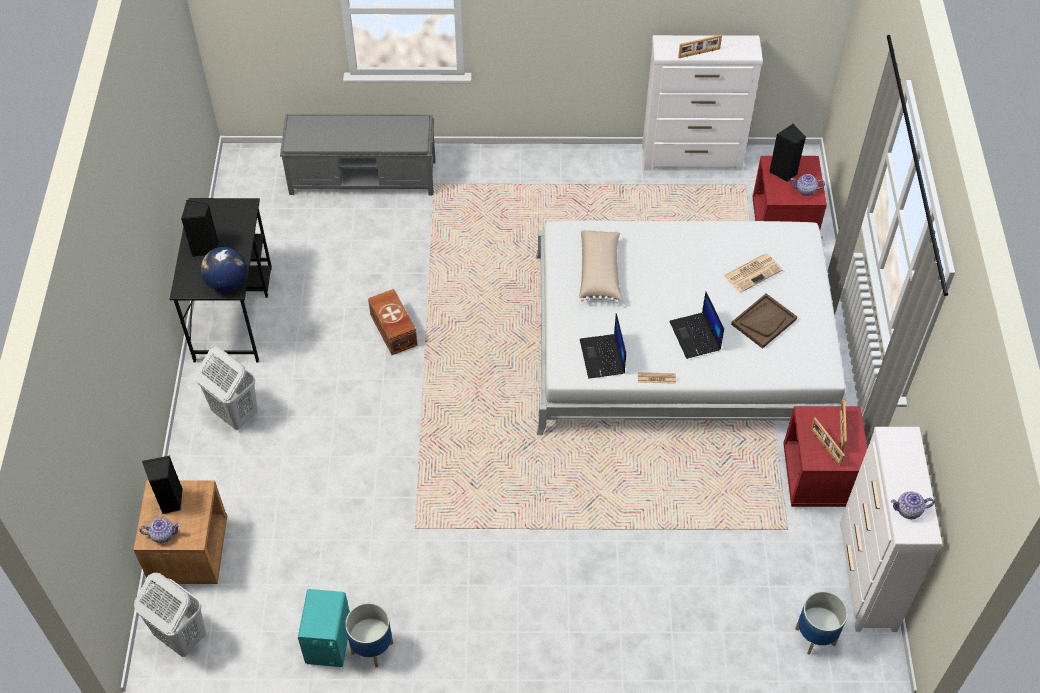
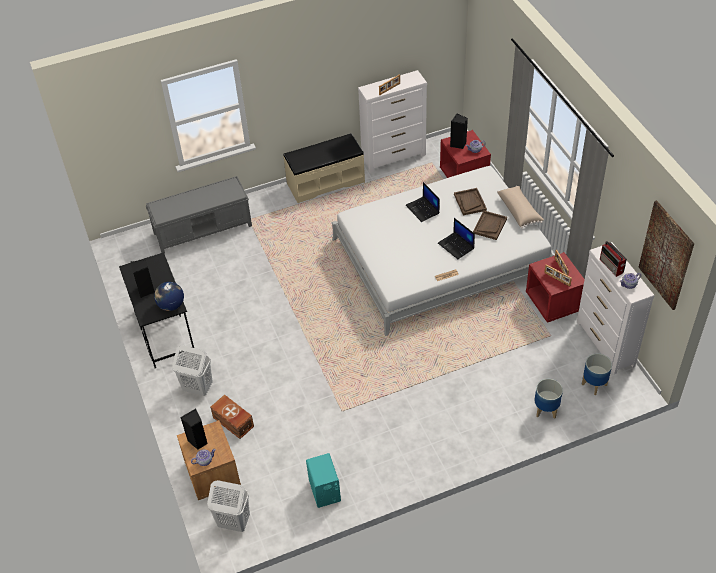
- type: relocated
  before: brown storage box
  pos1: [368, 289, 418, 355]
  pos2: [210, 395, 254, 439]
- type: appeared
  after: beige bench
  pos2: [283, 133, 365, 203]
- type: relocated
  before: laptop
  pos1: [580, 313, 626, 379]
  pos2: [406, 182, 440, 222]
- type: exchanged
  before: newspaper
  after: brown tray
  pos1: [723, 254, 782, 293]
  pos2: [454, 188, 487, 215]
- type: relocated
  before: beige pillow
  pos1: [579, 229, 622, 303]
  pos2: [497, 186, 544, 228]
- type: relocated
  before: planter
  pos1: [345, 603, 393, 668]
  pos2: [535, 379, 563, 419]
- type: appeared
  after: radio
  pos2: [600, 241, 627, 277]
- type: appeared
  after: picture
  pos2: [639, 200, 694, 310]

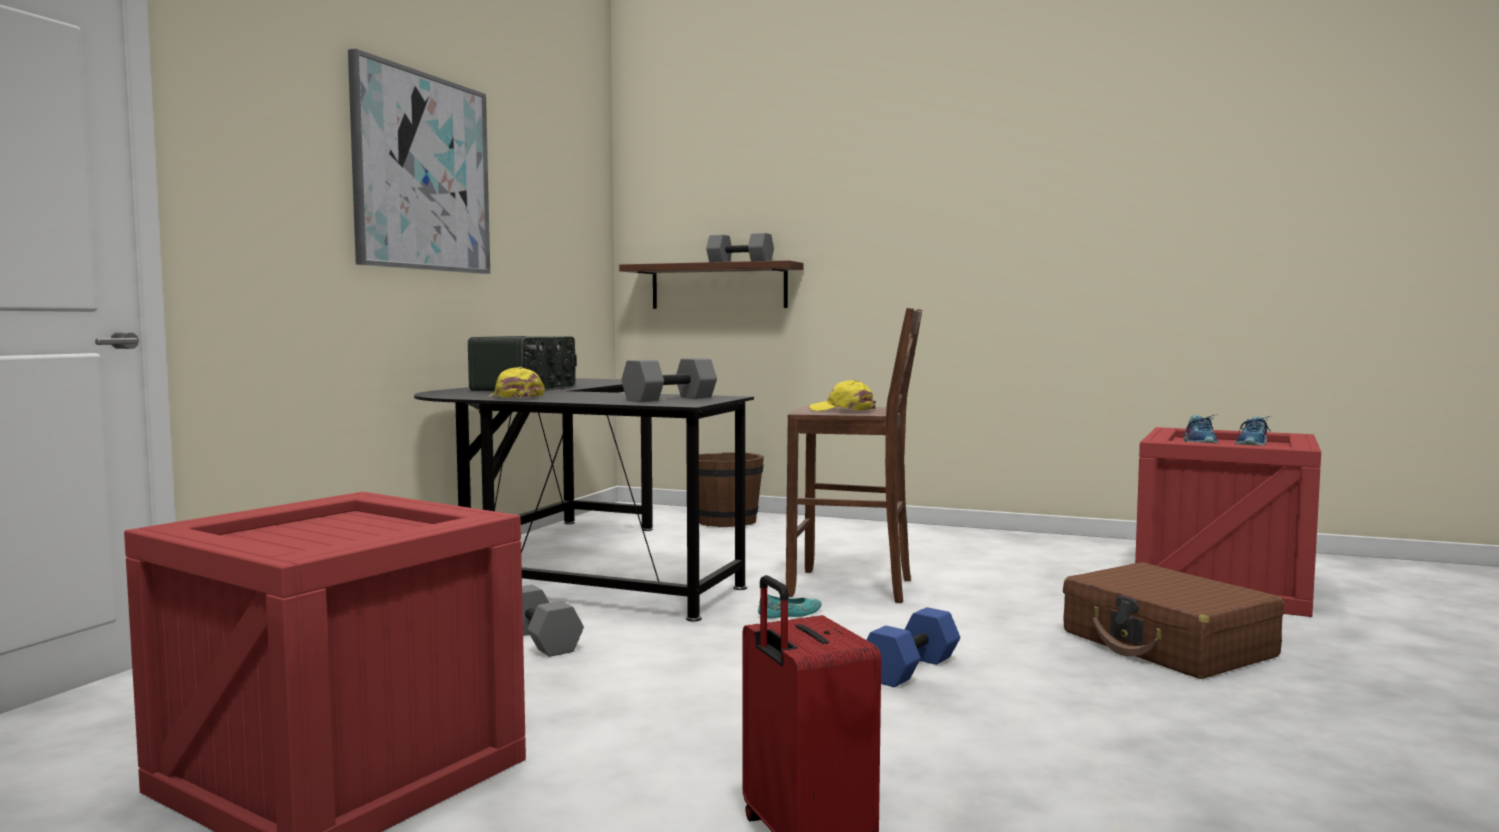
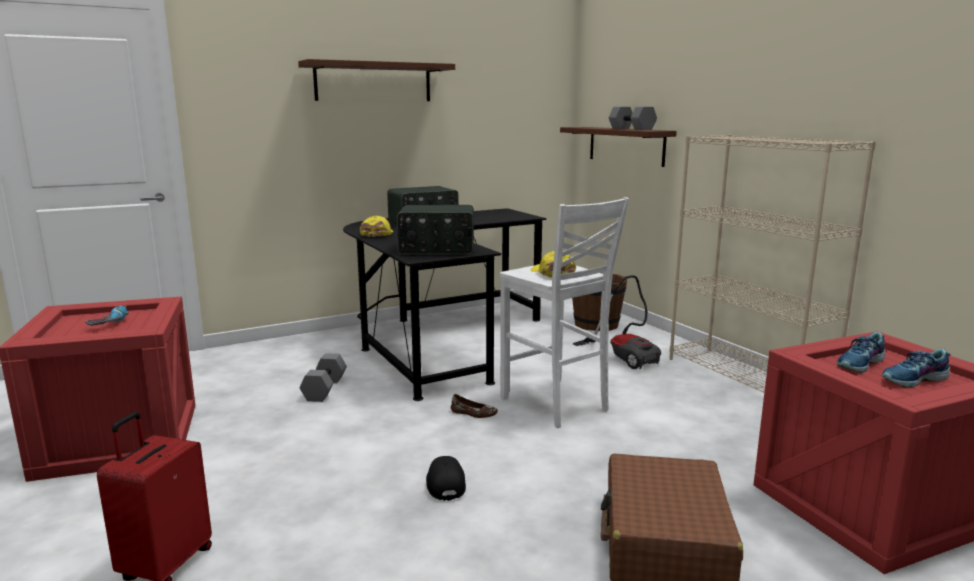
- type: appeared
  after: power drill
  pos2: [85, 306, 129, 326]
- type: exchanged
  before: picture
  after: brown shelf
  pos1: [348, 49, 490, 274]
  pos2: [298, 59, 455, 101]
- type: exchanged
  before: grey dumbbell
  after: radio
  pos1: [621, 358, 717, 402]
  pos2: [397, 205, 474, 255]
- type: exchanged
  before: blue dumbbell
  after: black cap
  pos1: [866, 607, 960, 687]
  pos2: [426, 456, 466, 501]
- type: colour
  before: turquoise shoe
  after: brown shoe
  pos1: [758, 594, 822, 618]
  pos2: [451, 394, 498, 418]
- type: colour
  before: brown stool
  after: white stool
  pos1: [786, 308, 922, 603]
  pos2: [500, 197, 630, 428]
- type: appeared
  after: vacuum cleaner
  pos2: [573, 275, 661, 369]
- type: appeared
  after: beige bookcase
  pos2: [669, 135, 876, 392]

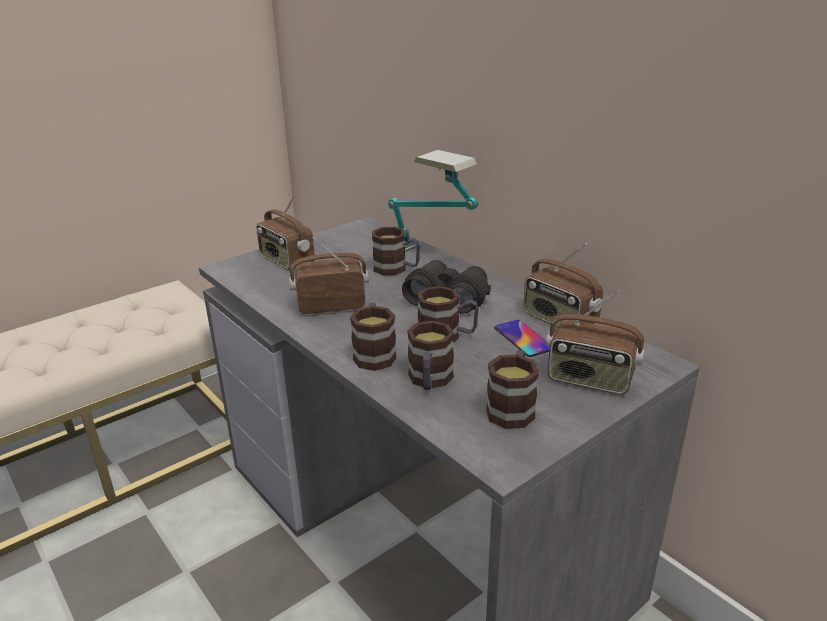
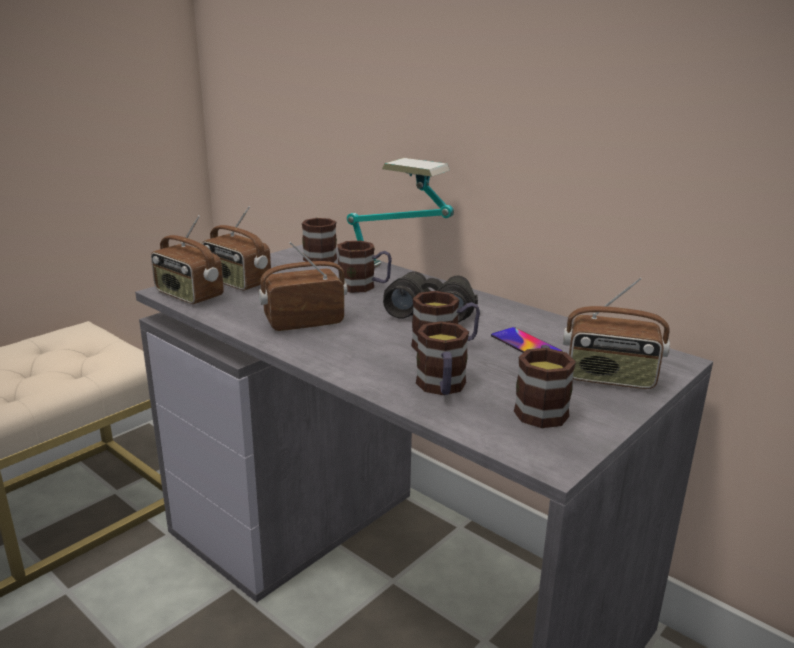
- type: relocated
  before: radio
  pos1: [523, 243, 603, 327]
  pos2: [151, 215, 224, 304]
- type: relocated
  before: mug
  pos1: [350, 302, 397, 371]
  pos2: [302, 218, 337, 263]

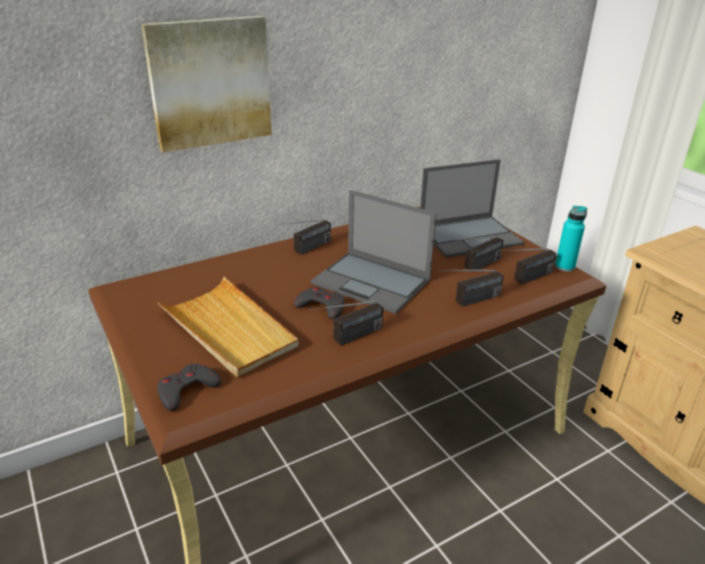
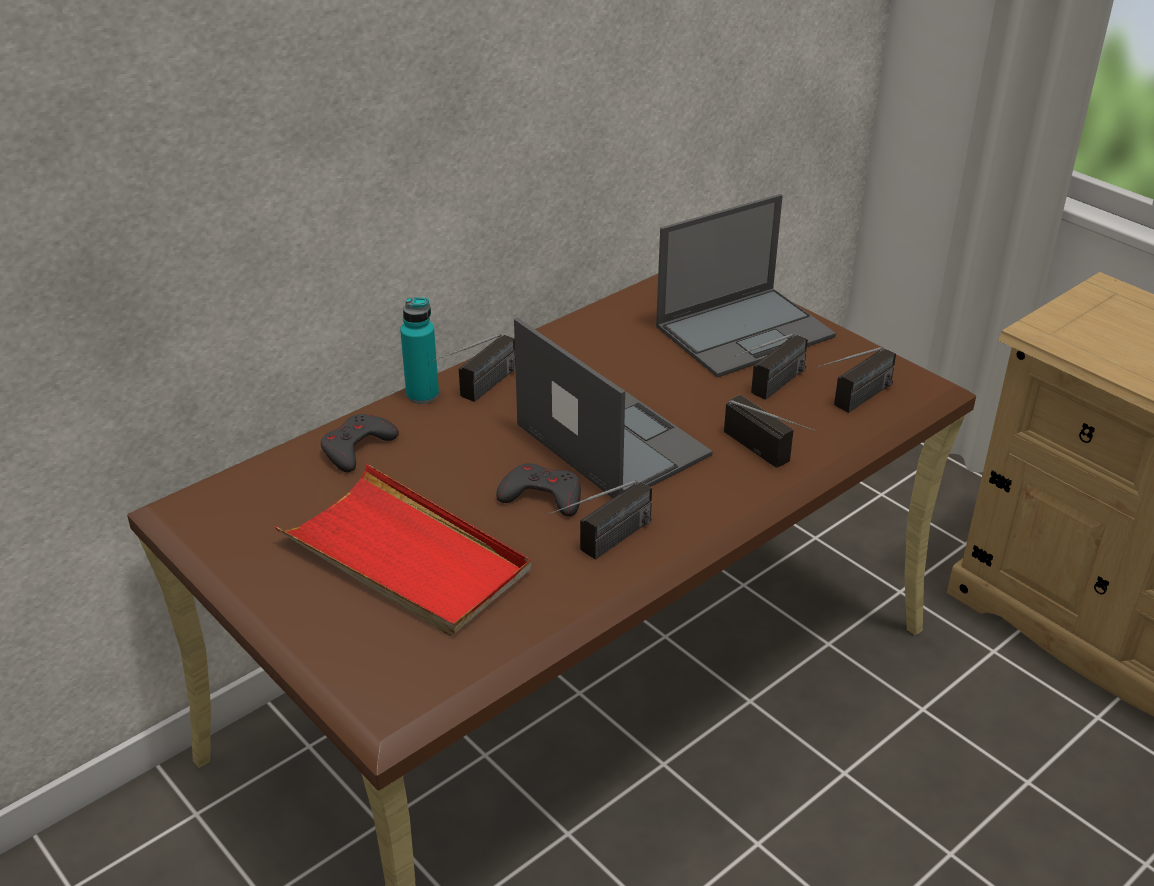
- type: colour
  before: beige tray
  after: red tray
  pos1: [157, 277, 299, 377]
  pos2: [275, 464, 531, 636]
- type: relocated
  before: grey game controller
  pos1: [157, 364, 221, 411]
  pos2: [321, 414, 399, 472]
- type: relocated
  before: turquoise bottle
  pos1: [555, 206, 587, 272]
  pos2: [400, 297, 439, 404]
- type: spun
  before: laptop
  pos1: [310, 190, 437, 314]
  pos2: [514, 317, 713, 498]
  turn: -150
- type: spun
  before: radio
  pos1: [438, 270, 504, 307]
  pos2: [724, 395, 816, 468]
  turn: -90
- type: missing
  before: picture
  pos1: [141, 15, 272, 152]

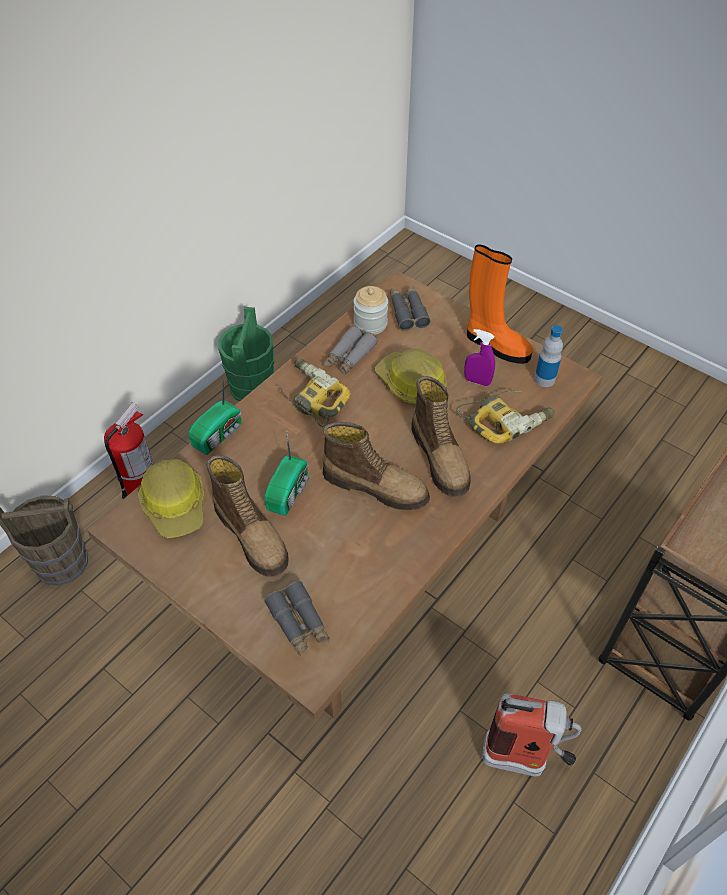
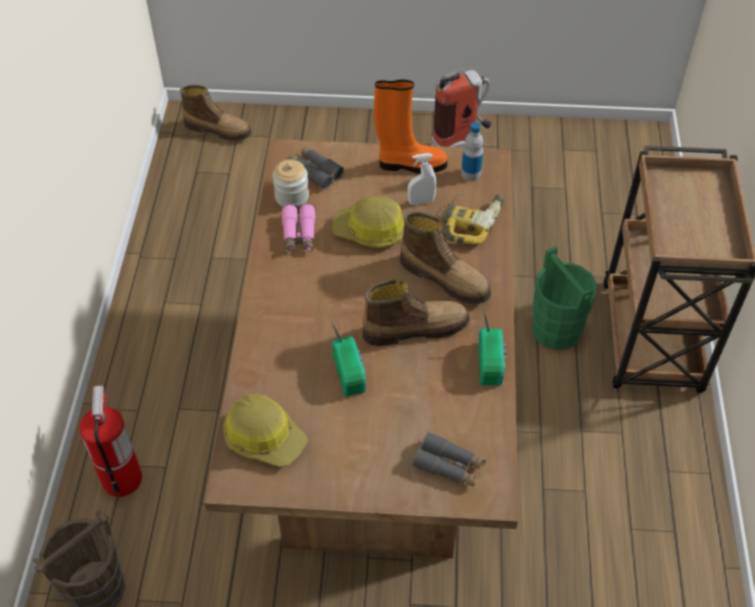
- type: relocated
  before: boot
  pos1: [207, 455, 288, 577]
  pos2: [180, 85, 252, 141]
- type: colour
  before: grey binoculars
  after: pink binoculars
  pos1: [323, 326, 377, 375]
  pos2: [282, 204, 316, 252]
- type: colour
  before: purple spray bottle
  after: white spray bottle
  pos1: [464, 329, 495, 386]
  pos2: [408, 153, 436, 205]
- type: relocated
  before: fire extinguisher
  pos1: [482, 693, 582, 776]
  pos2: [431, 68, 492, 147]
- type: relocated
  before: radio
  pos1: [188, 375, 242, 455]
  pos2: [479, 304, 506, 386]
- type: relocated
  before: green bucket
  pos1: [218, 307, 274, 401]
  pos2: [531, 246, 597, 350]
- type: missing
  before: power drill
  pos1: [278, 358, 351, 427]

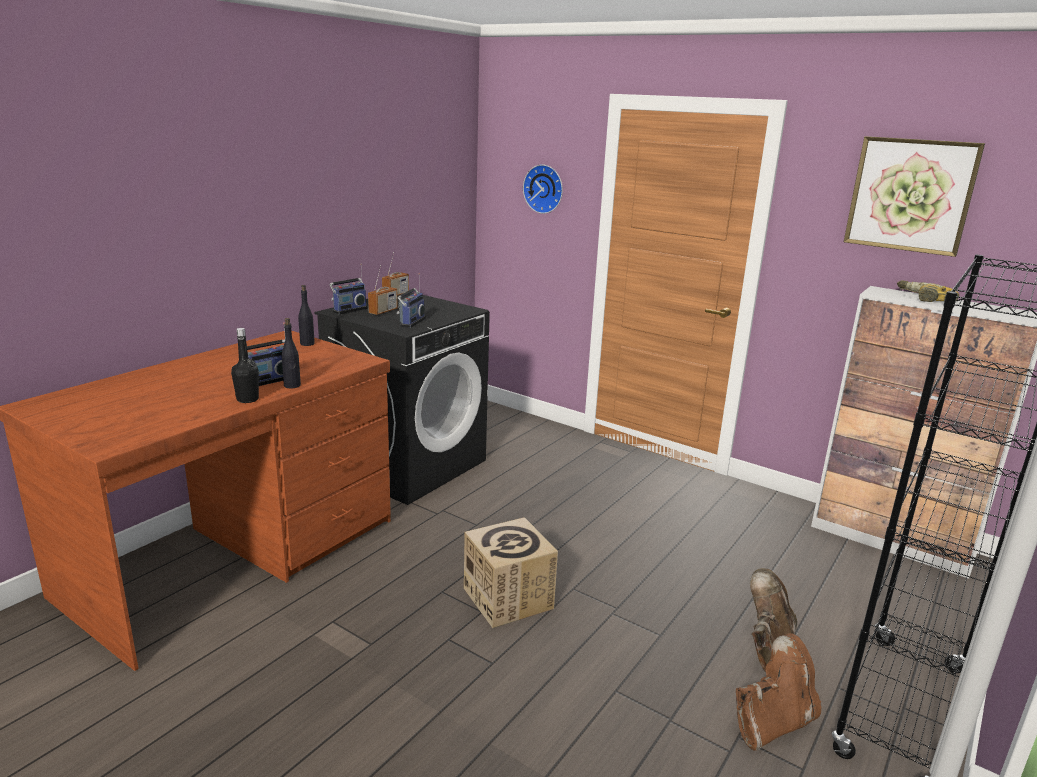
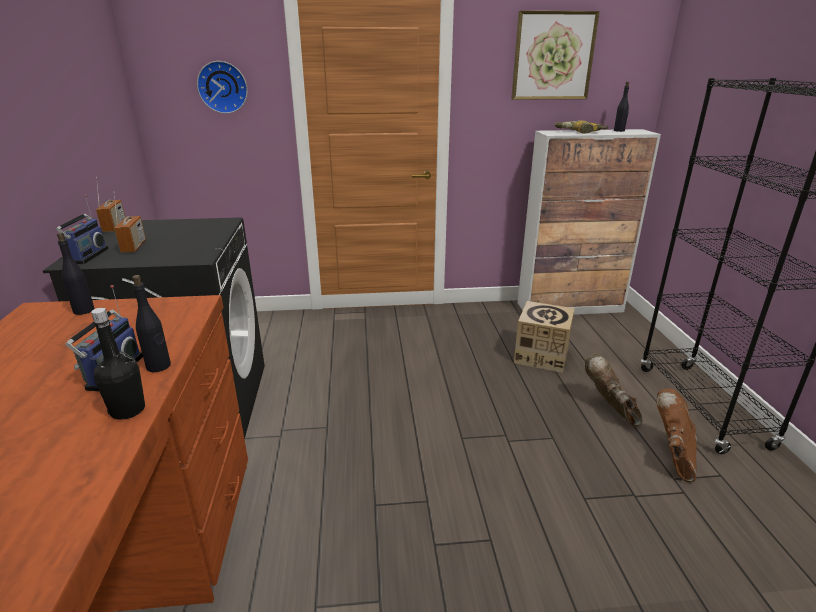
- type: relocated
  before: cardboard box
  pos1: [464, 517, 558, 628]
  pos2: [514, 301, 575, 373]
- type: appeared
  after: black bottle
  pos2: [614, 82, 629, 132]
- type: missing
  before: radio
  pos1: [397, 273, 426, 328]

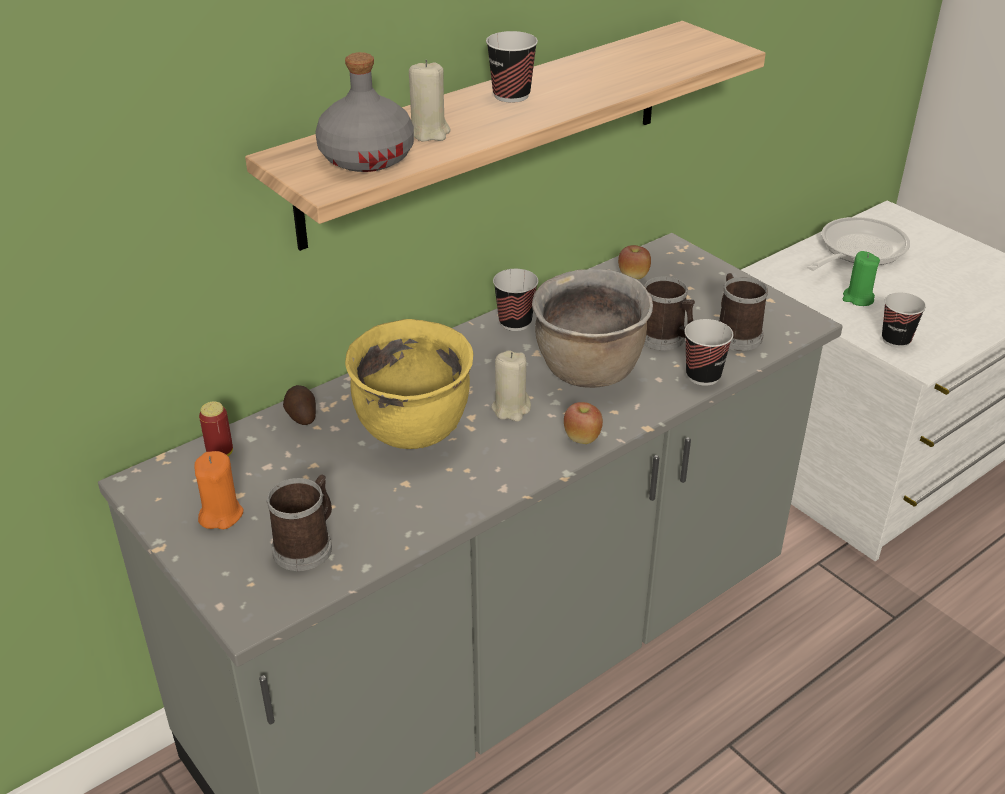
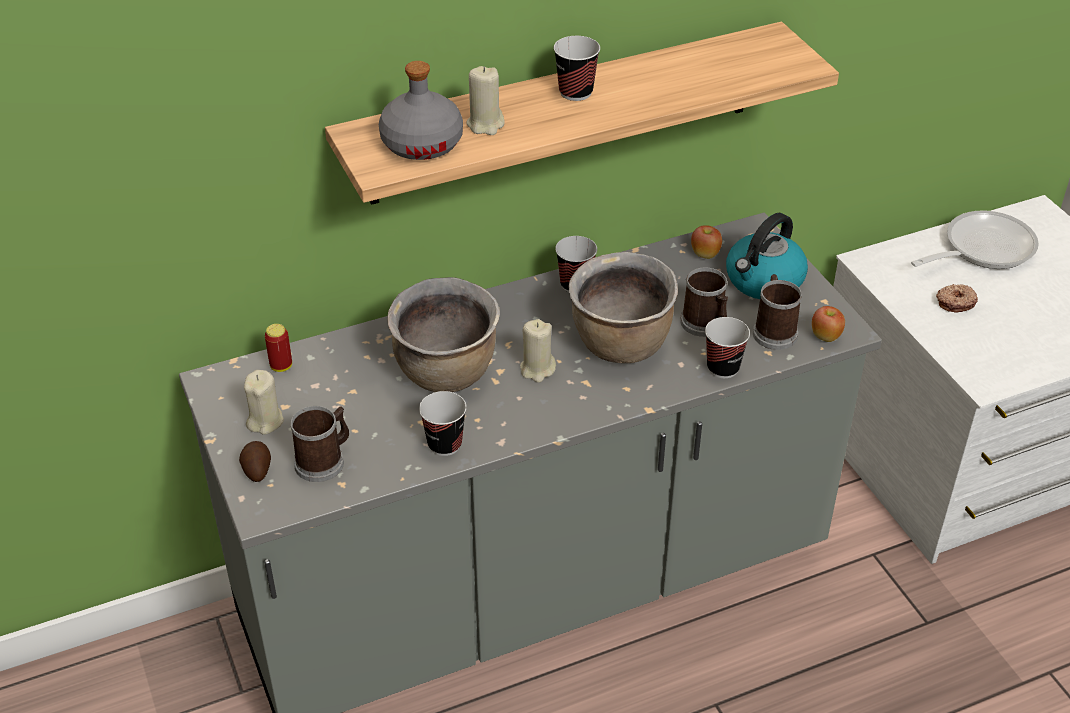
- type: relocated
  before: potato
  pos1: [283, 385, 316, 425]
  pos2: [239, 441, 271, 482]
- type: colour
  before: orange candle
  after: beige candle
  pos1: [194, 451, 243, 529]
  pos2: [244, 370, 284, 434]
- type: colour
  before: yellow cooking pot
  after: brown cooking pot
  pos1: [345, 319, 473, 449]
  pos2: [387, 277, 500, 392]
- type: relocated
  before: cup
  pos1: [882, 293, 926, 348]
  pos2: [419, 391, 467, 456]
- type: appeared
  after: kettle
  pos2: [726, 213, 808, 299]
- type: relocated
  before: apple
  pos1: [564, 402, 603, 444]
  pos2: [812, 306, 845, 342]
- type: exchanged
  before: green candle
  after: donut
  pos1: [843, 251, 880, 306]
  pos2: [936, 284, 978, 313]

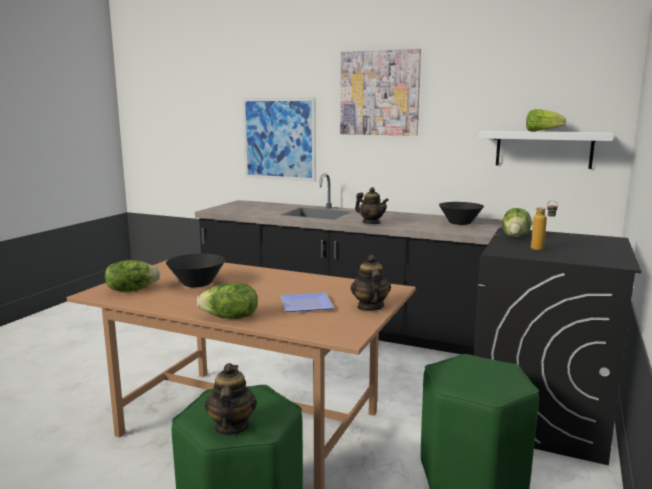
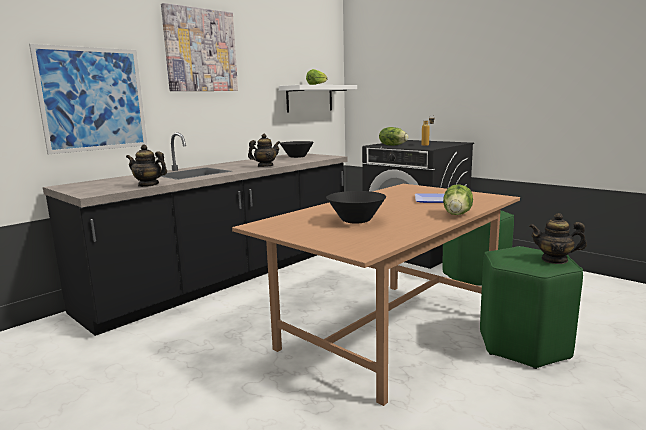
- type: relocated
  before: teapot
  pos1: [351, 255, 391, 311]
  pos2: [126, 144, 167, 187]
- type: missing
  before: lettuce
  pos1: [105, 260, 161, 292]

